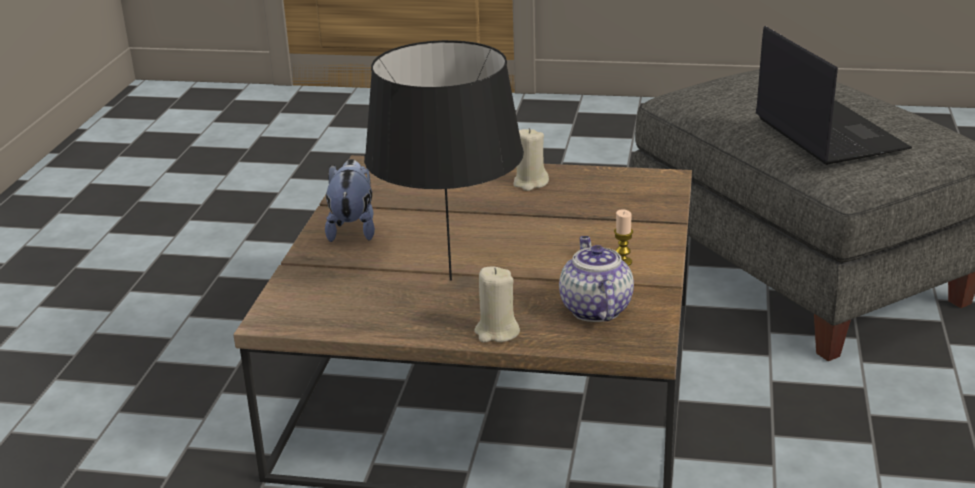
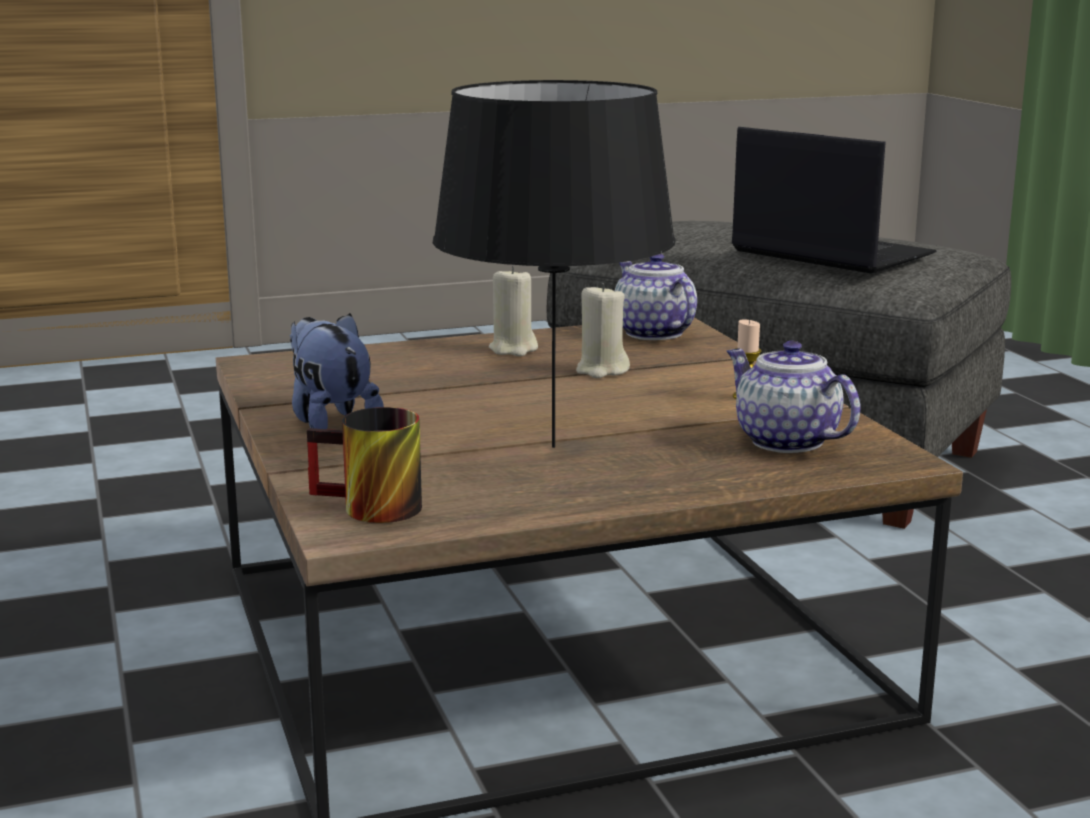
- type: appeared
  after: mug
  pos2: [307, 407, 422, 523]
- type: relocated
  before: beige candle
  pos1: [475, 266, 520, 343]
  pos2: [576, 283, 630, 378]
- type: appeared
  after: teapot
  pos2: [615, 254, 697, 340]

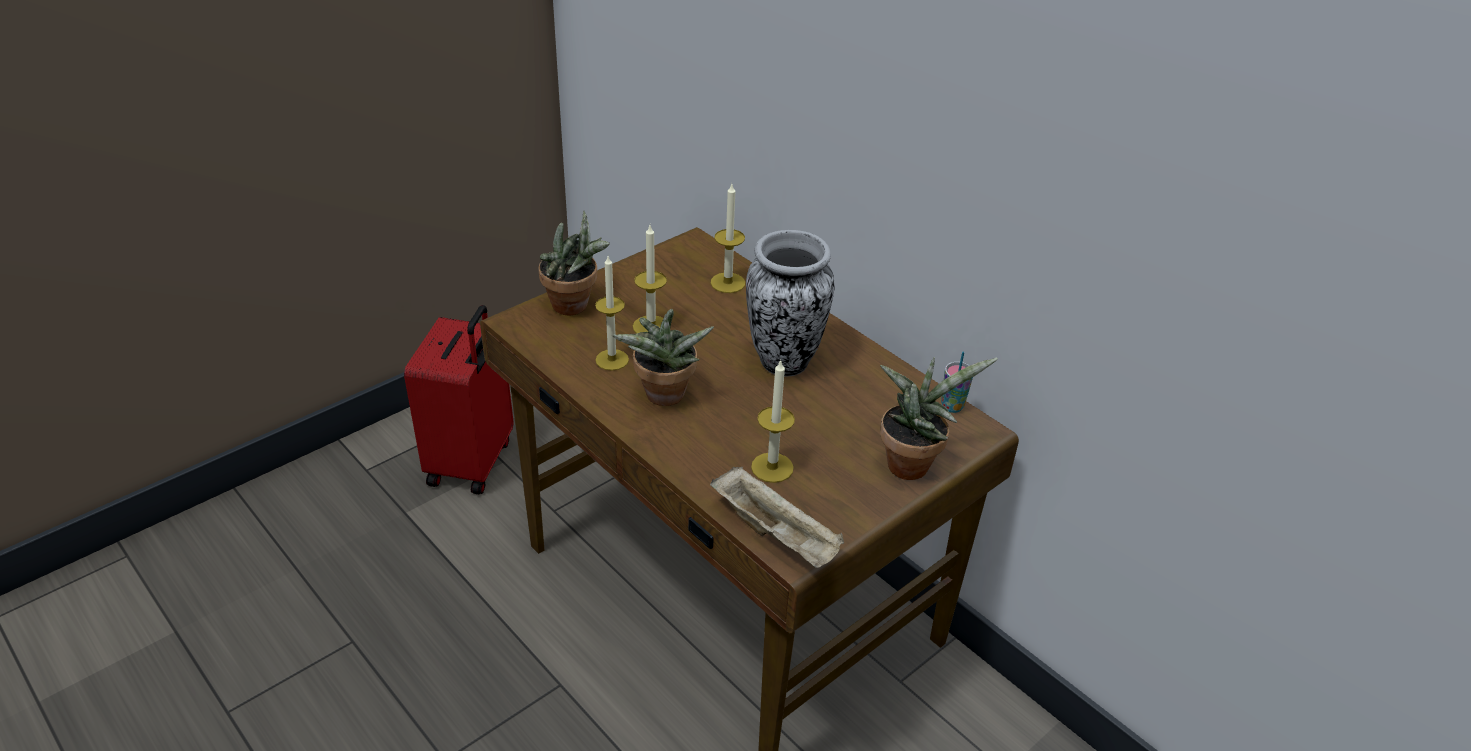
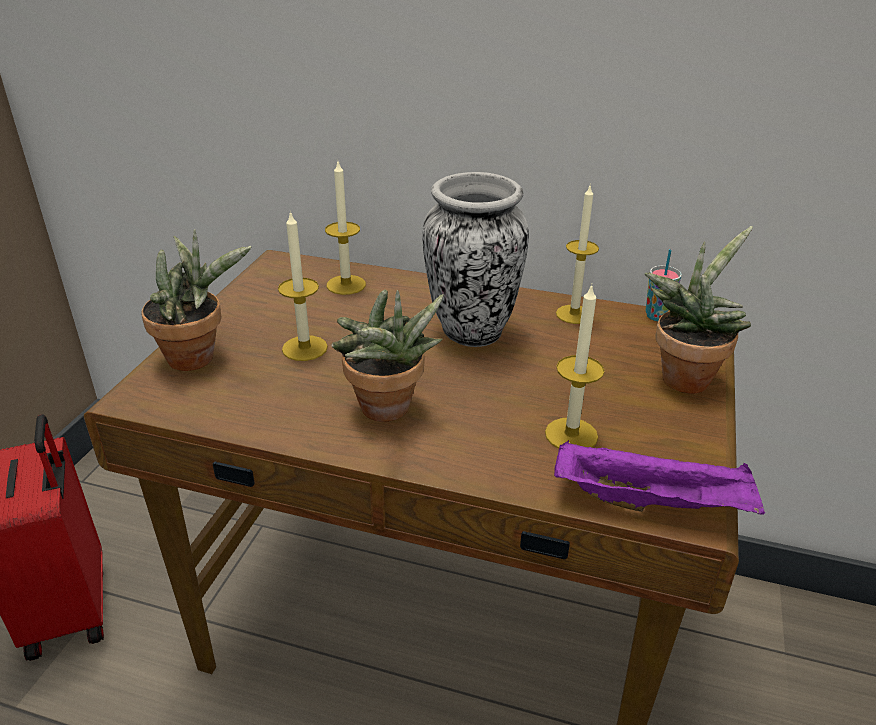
- type: colour
  before: beige tray
  after: purple tray
  pos1: [710, 466, 844, 568]
  pos2: [554, 440, 765, 515]
- type: relocated
  before: candle
  pos1: [595, 256, 629, 371]
  pos2: [556, 184, 599, 324]

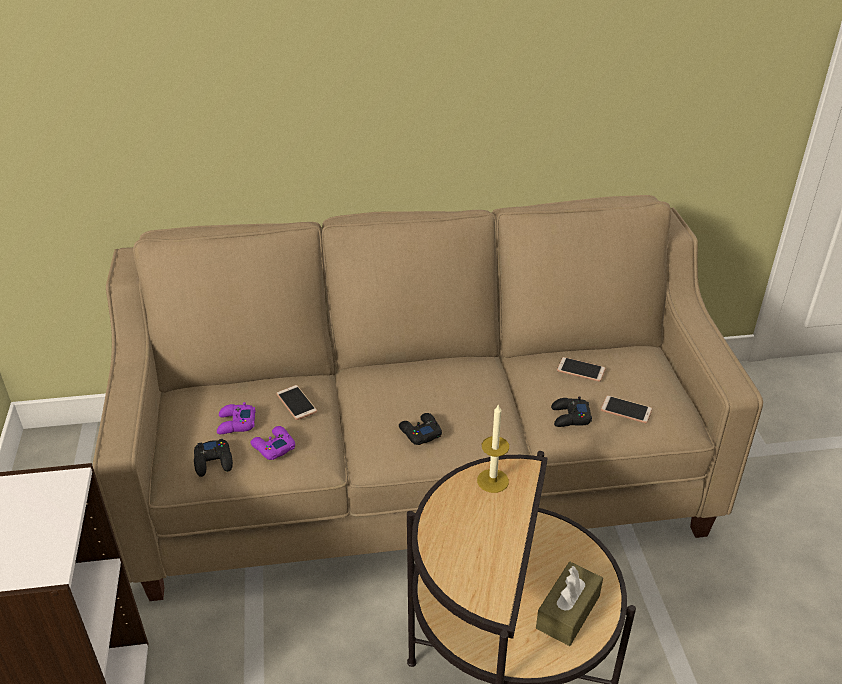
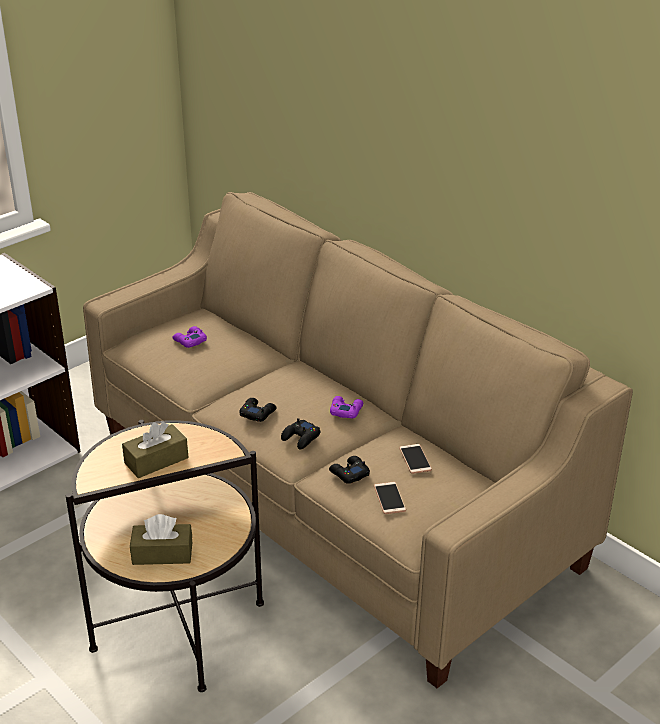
- type: appeared
  after: brown tissue box
  pos2: [122, 421, 189, 478]
- type: relocated
  before: black game controller
  pos1: [194, 439, 233, 477]
  pos2: [281, 418, 320, 450]
- type: relocated
  before: purple game controller
  pos1: [250, 426, 295, 460]
  pos2: [330, 396, 363, 418]
- type: missing
  before: phone
  pos1: [276, 385, 317, 420]
- type: missing
  before: candle
  pos1: [477, 404, 509, 493]

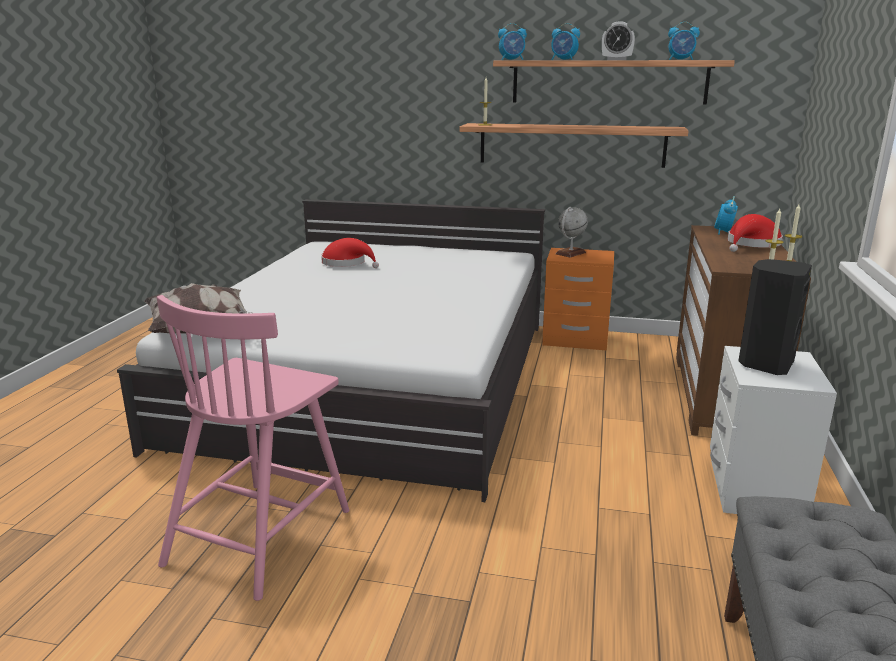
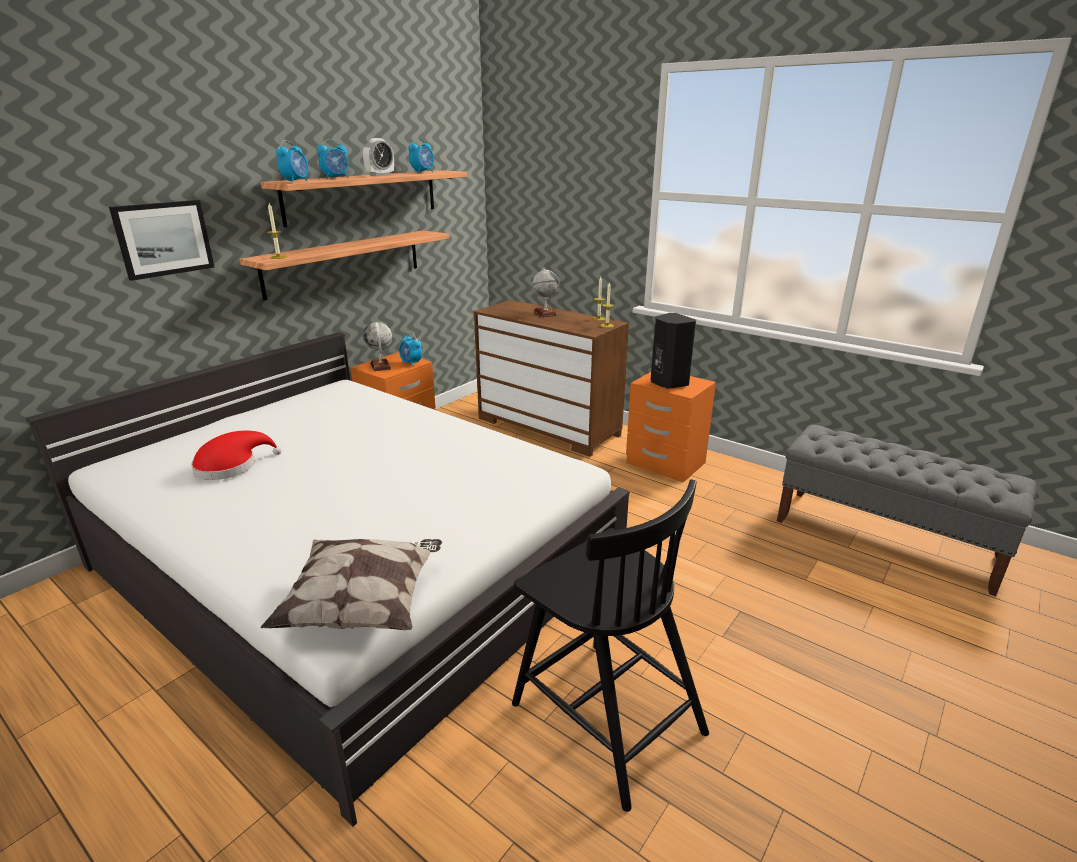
- type: appeared
  after: picture
  pos2: [109, 200, 214, 281]
- type: relocated
  before: alarm clock
  pos1: [714, 196, 738, 235]
  pos2: [399, 333, 422, 367]
- type: colour
  before: pink chair
  after: black chair
  pos1: [157, 295, 349, 601]
  pos2: [512, 479, 709, 812]
- type: exchanged
  before: red hat
  after: globe
  pos1: [728, 214, 783, 252]
  pos2: [533, 267, 559, 317]
- type: colour
  before: white nightstand
  after: orange nightstand
  pos1: [710, 346, 837, 514]
  pos2: [626, 372, 716, 482]

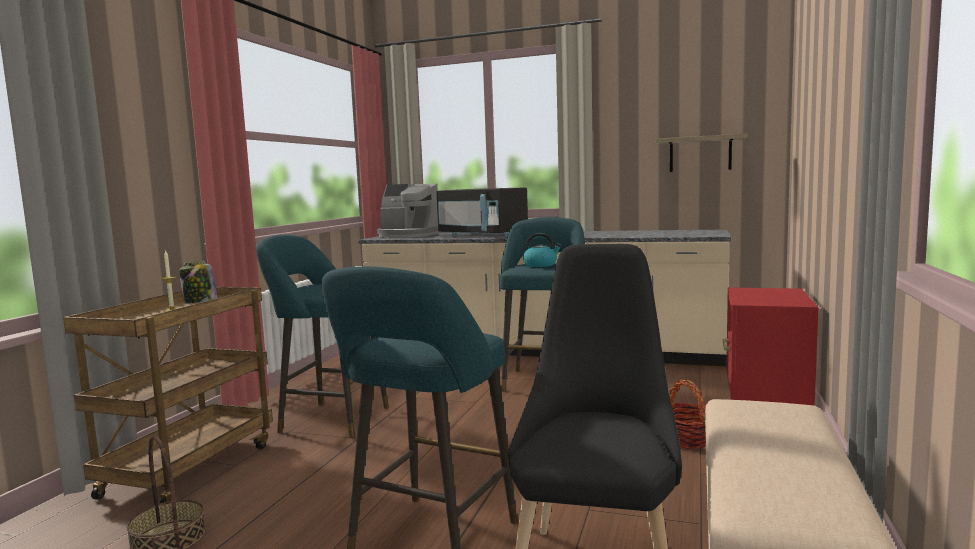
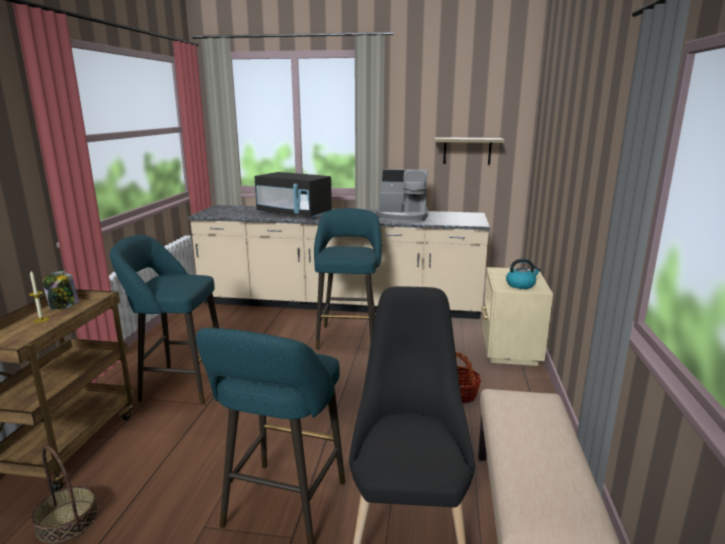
- type: relocated
  before: coffee machine
  pos1: [377, 183, 440, 238]
  pos2: [376, 169, 428, 223]
- type: colour
  before: red nightstand
  after: beige nightstand
  pos1: [723, 287, 818, 406]
  pos2: [482, 267, 553, 366]
- type: relocated
  before: kettle
  pos1: [523, 233, 562, 267]
  pos2: [506, 258, 541, 289]

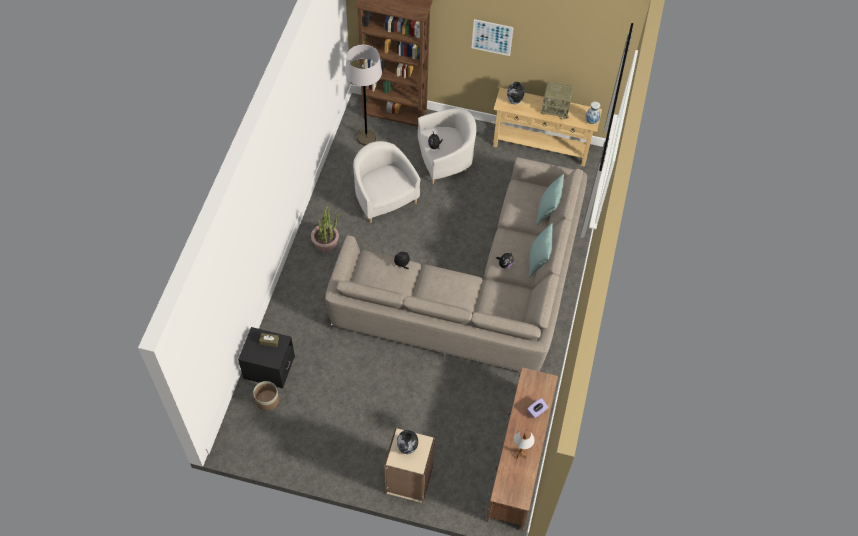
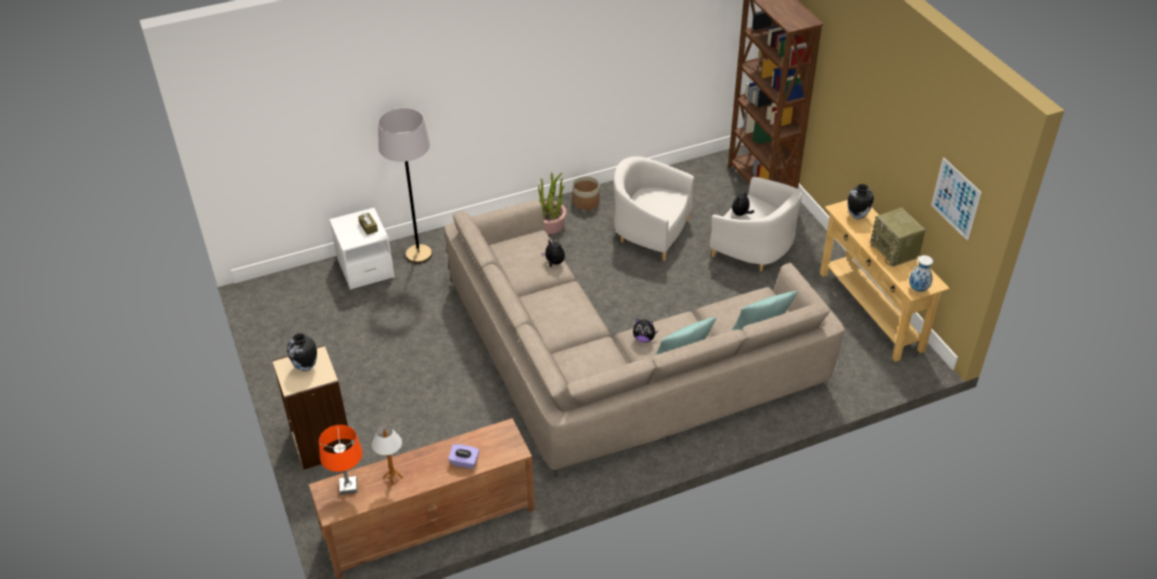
- type: appeared
  after: orange table lamp
  pos2: [319, 425, 363, 495]
- type: colour
  before: black nightstand
  after: white nightstand
  pos1: [238, 327, 295, 388]
  pos2: [329, 208, 395, 290]
- type: relocated
  before: grey floor lamp
  pos1: [345, 45, 382, 146]
  pos2: [378, 108, 432, 264]
- type: relocated
  before: planter
  pos1: [253, 381, 279, 411]
  pos2: [573, 176, 600, 210]
- type: spun
  before: white armchair
  pos1: [353, 141, 420, 223]
  pos2: [614, 156, 694, 261]
  turn: -90
- type: relocated
  before: picture
  pos1: [472, 19, 514, 56]
  pos2: [931, 157, 982, 241]

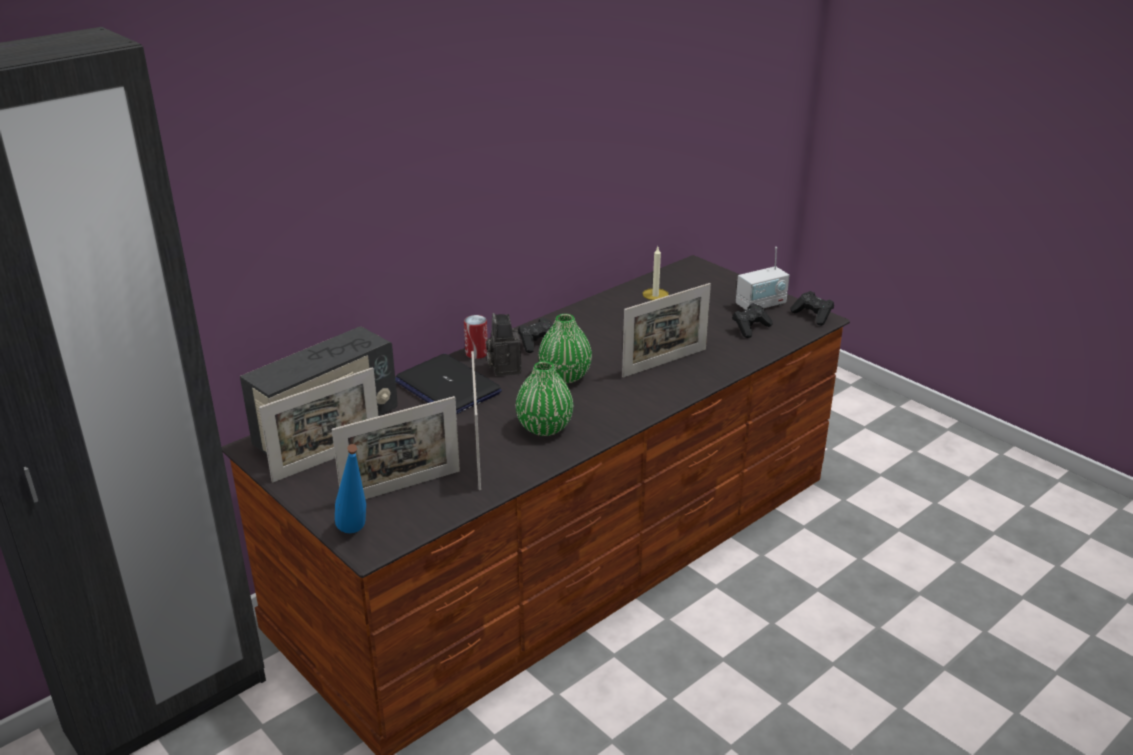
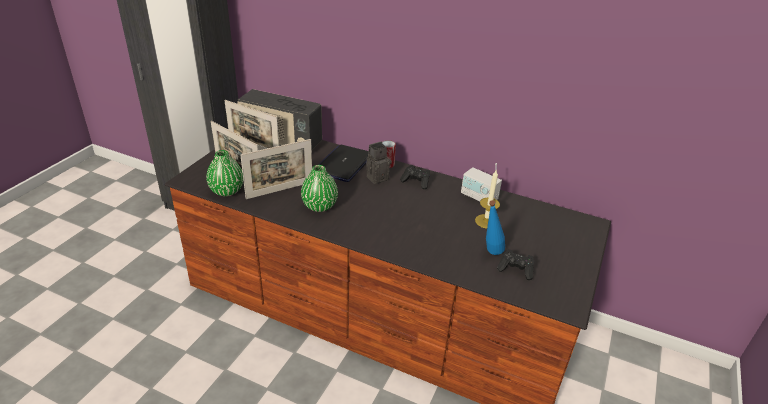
- type: relocated
  before: green vase
  pos1: [538, 314, 592, 384]
  pos2: [206, 150, 243, 196]
- type: relocated
  before: radio
  pos1: [736, 247, 790, 310]
  pos2: [461, 163, 502, 201]
- type: relocated
  before: blue bottle
  pos1: [335, 444, 366, 533]
  pos2: [486, 200, 505, 255]
- type: missing
  before: picture frame
  pos1: [622, 283, 711, 378]
- type: missing
  before: black game controller
  pos1: [791, 291, 834, 326]

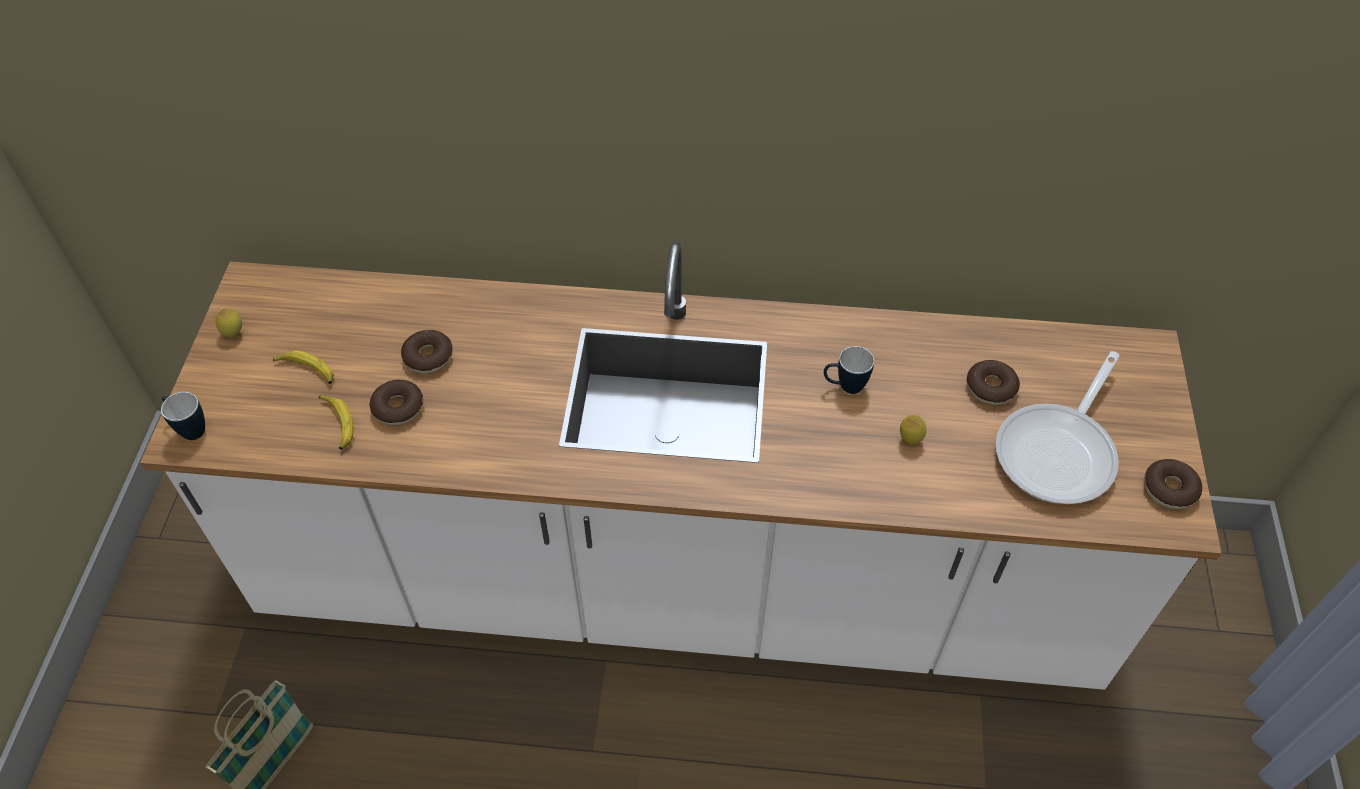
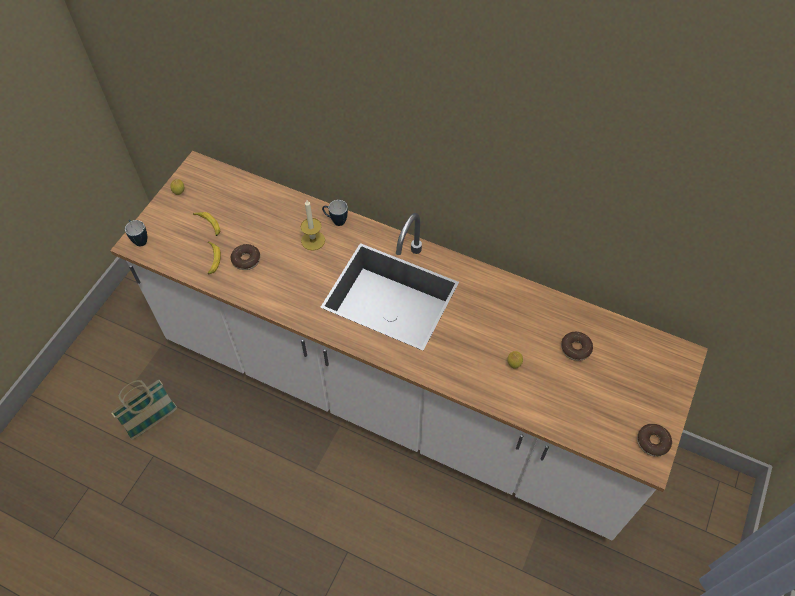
- type: appeared
  after: candle
  pos2: [300, 200, 325, 250]
- type: relocated
  before: mug
  pos1: [824, 346, 874, 394]
  pos2: [322, 200, 348, 226]
- type: missing
  before: donut
  pos1: [401, 330, 453, 374]
- type: missing
  before: frying pan
  pos1: [996, 351, 1120, 504]

